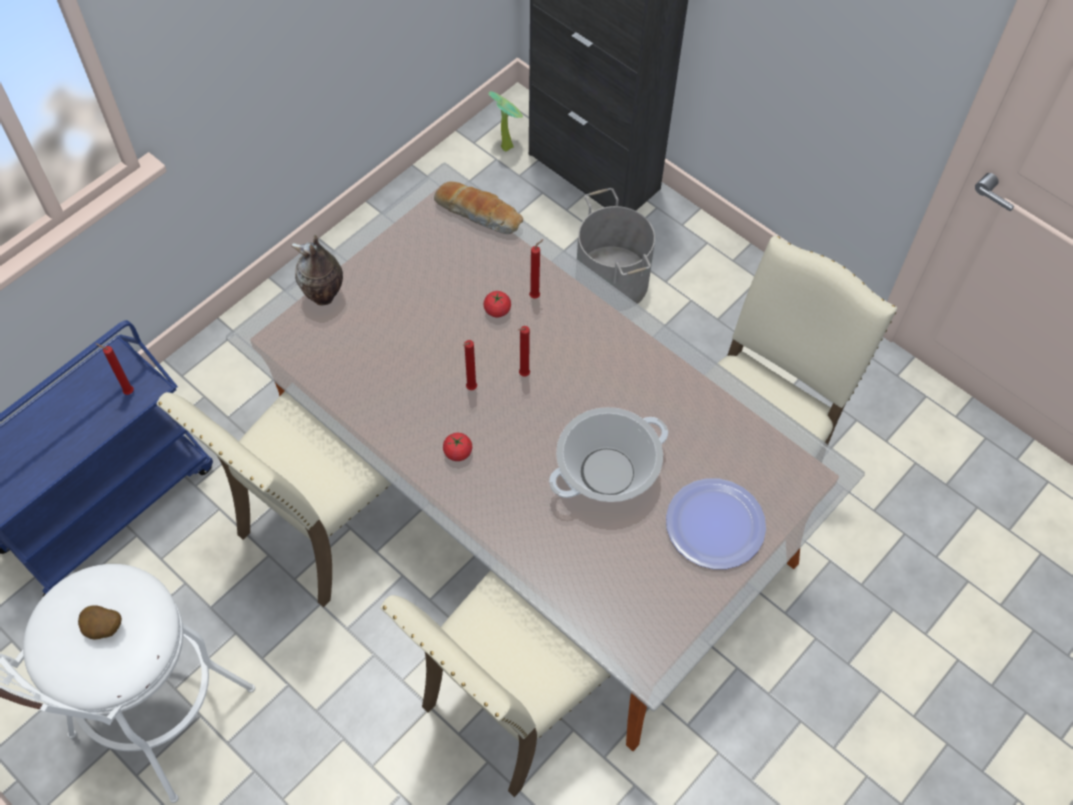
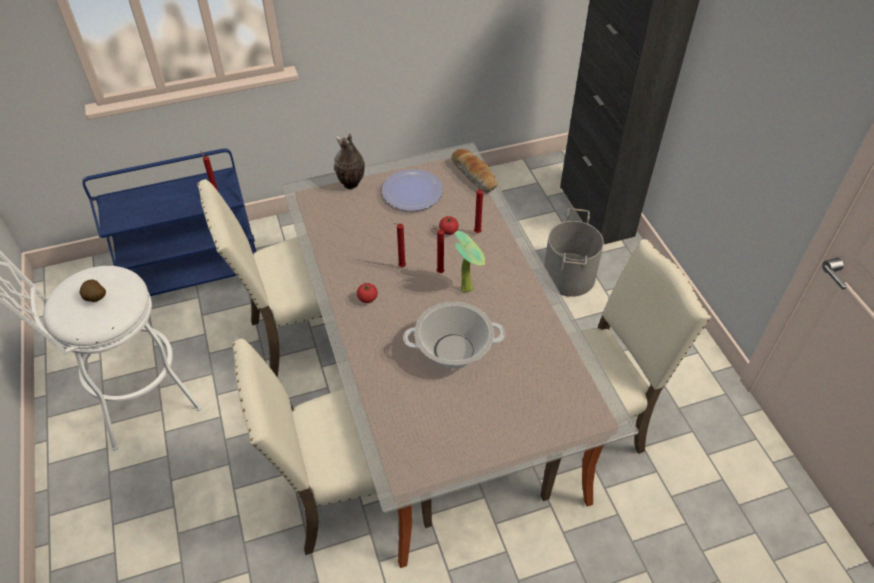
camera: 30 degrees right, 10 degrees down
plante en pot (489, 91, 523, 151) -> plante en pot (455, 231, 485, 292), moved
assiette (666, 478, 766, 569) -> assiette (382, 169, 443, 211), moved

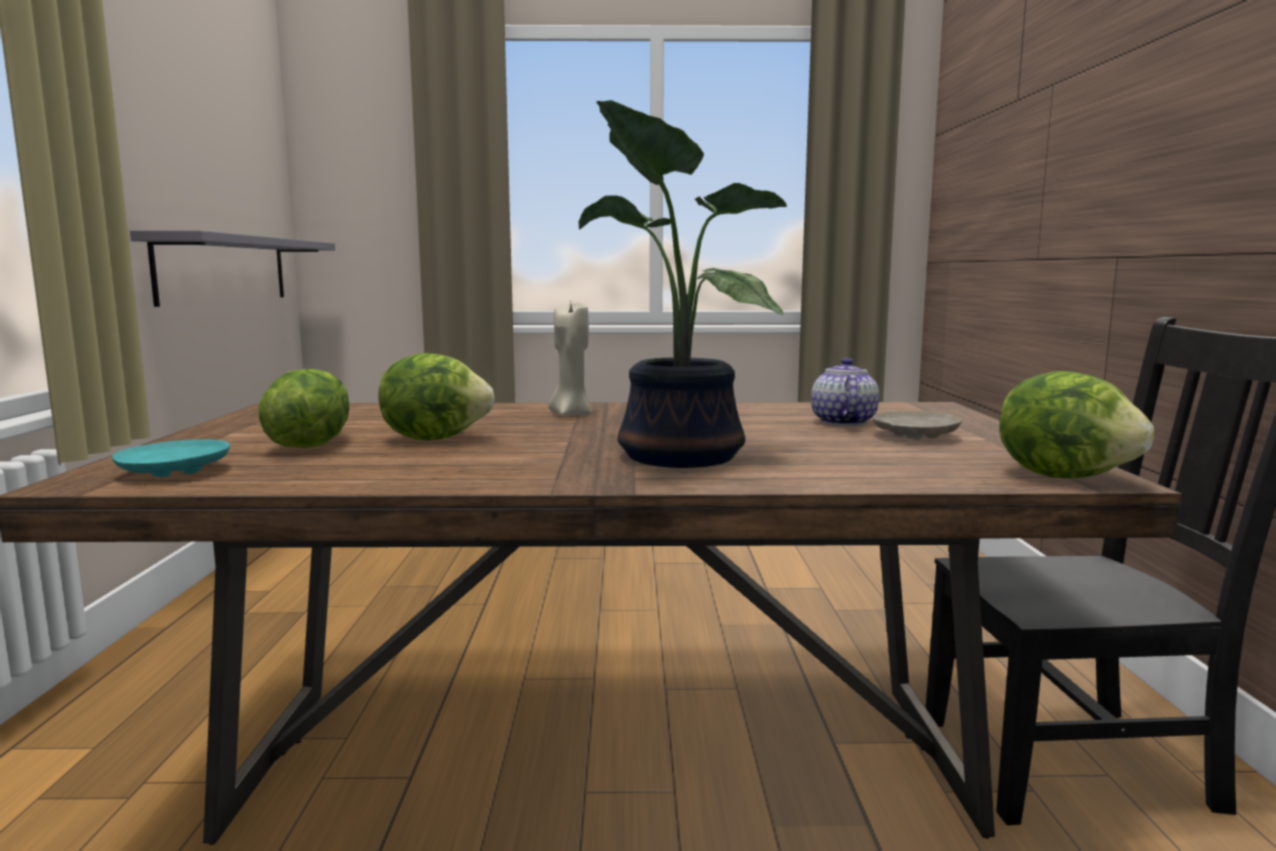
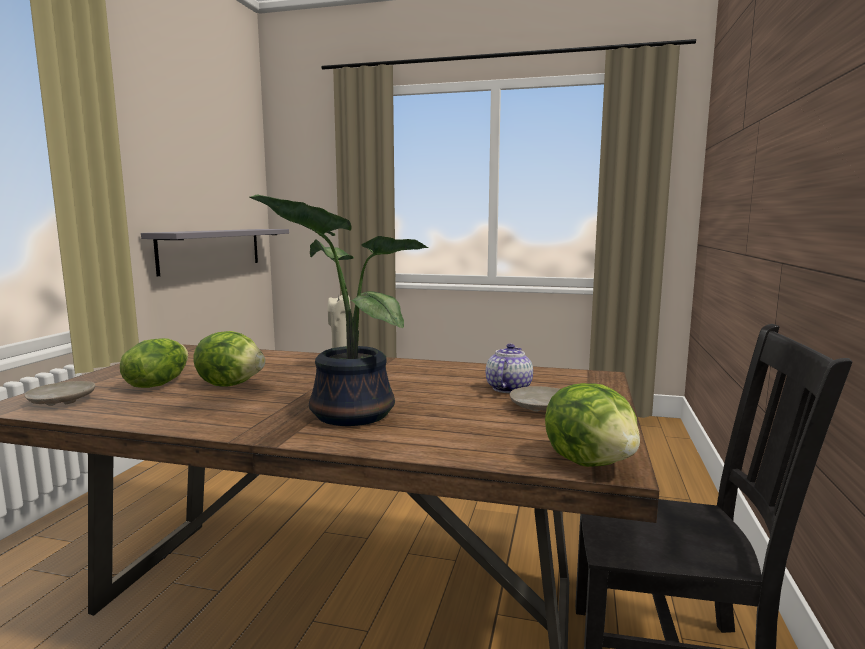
camera: 15 degrees right, 0 degrees up
assiette [turquoise] (112, 440, 230, 477) -> assiette [beige] (24, 381, 96, 406)

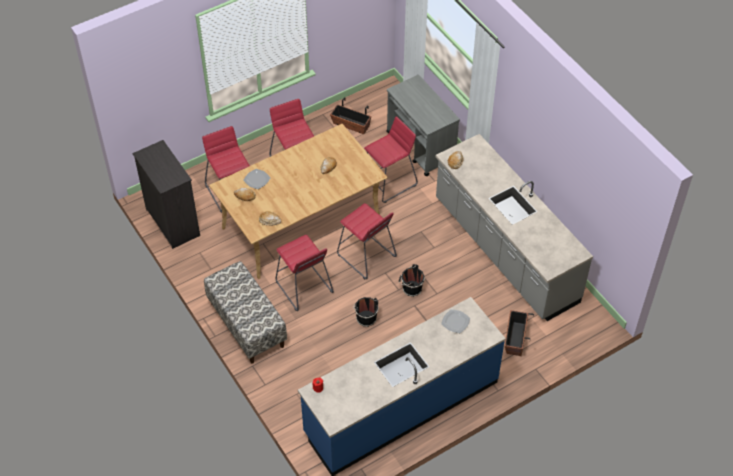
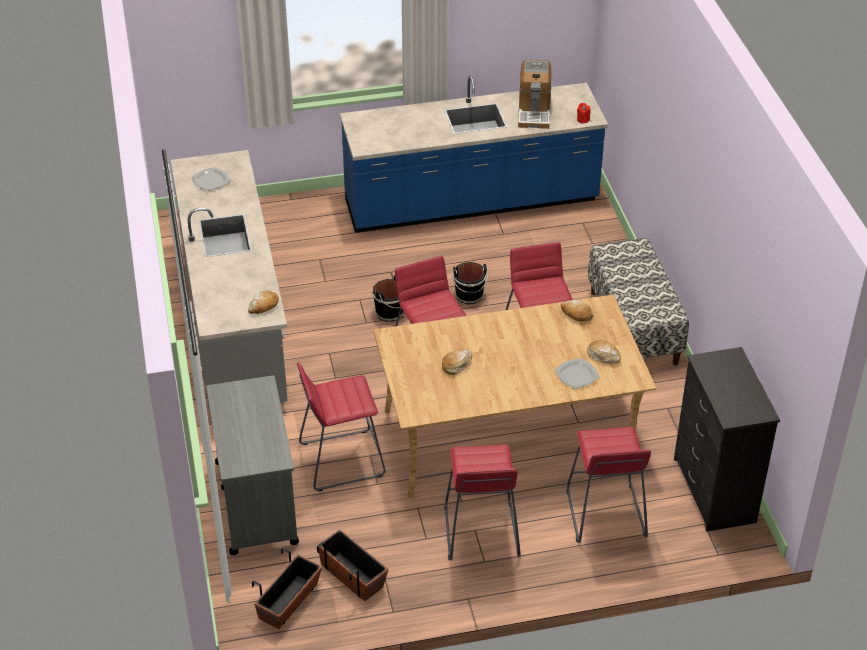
camera: 160 degrees left, 10 degrees down
assiette (441, 309, 470, 333) -> assiette (191, 167, 230, 191), moved
cache-pot (505, 310, 534, 356) -> cache-pot (252, 548, 322, 629), moved
none -> machine à café (518, 60, 552, 129)

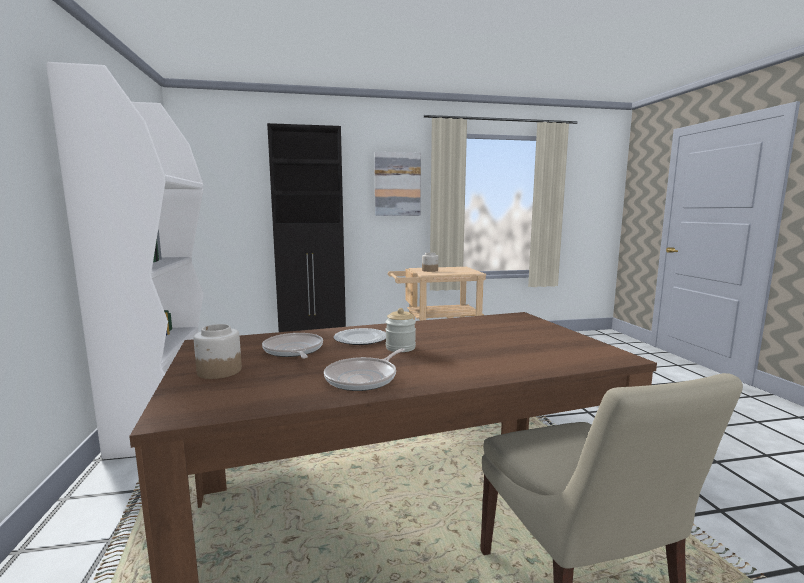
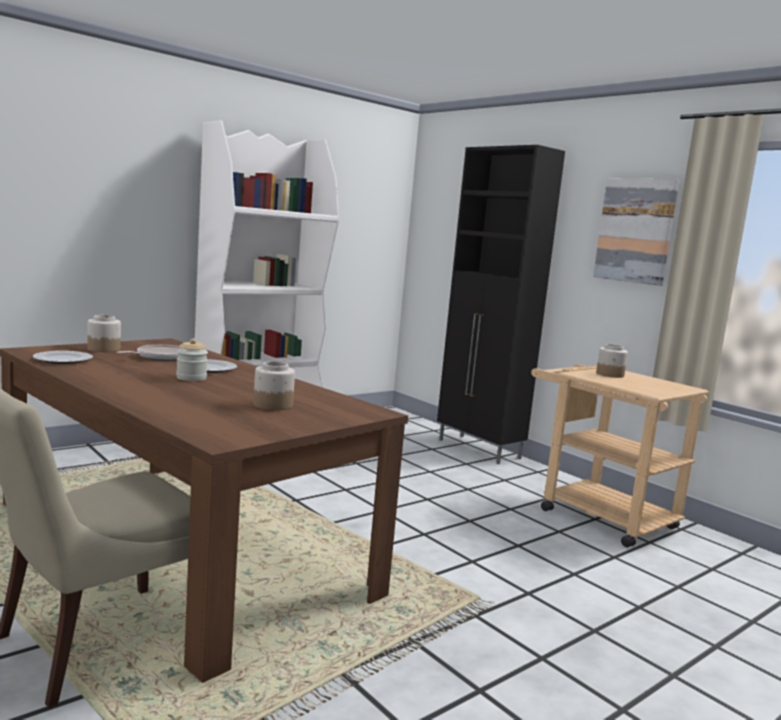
camera: 60 degrees right, 0 degrees up
poêle (324, 348, 405, 391) -> none
none -> assiette (33, 351, 93, 364)
none -> bocal (254, 361, 295, 410)

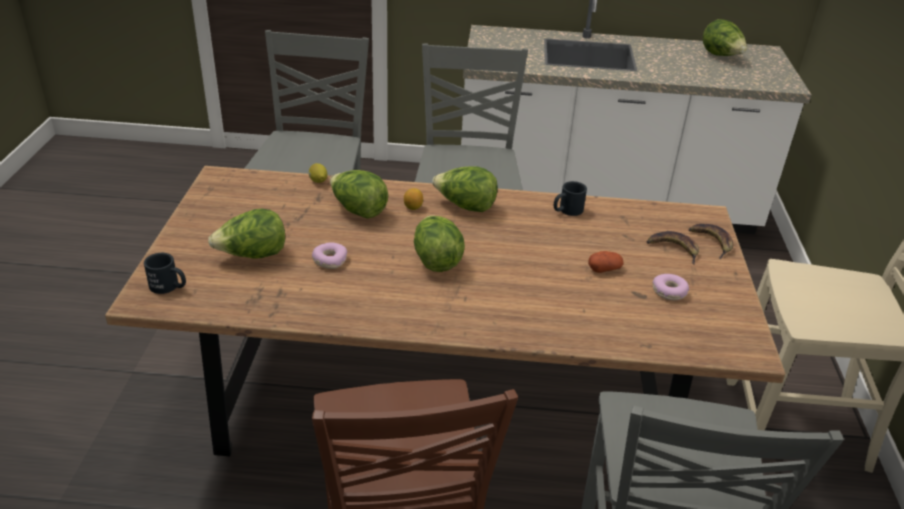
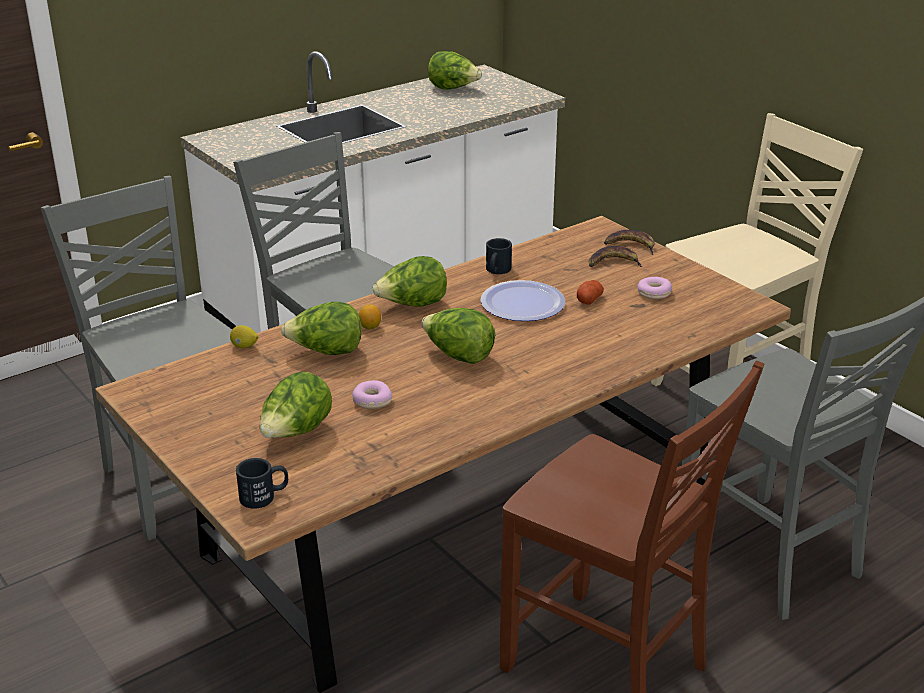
camera: 40 degrees left, 5 degrees down
none -> assiette (480, 280, 565, 321)

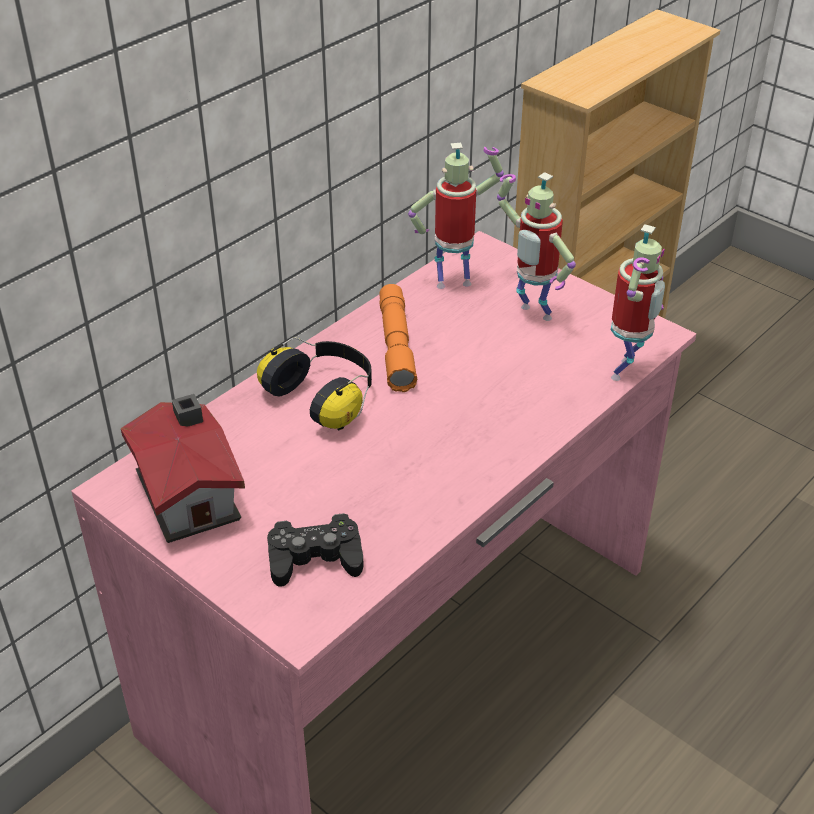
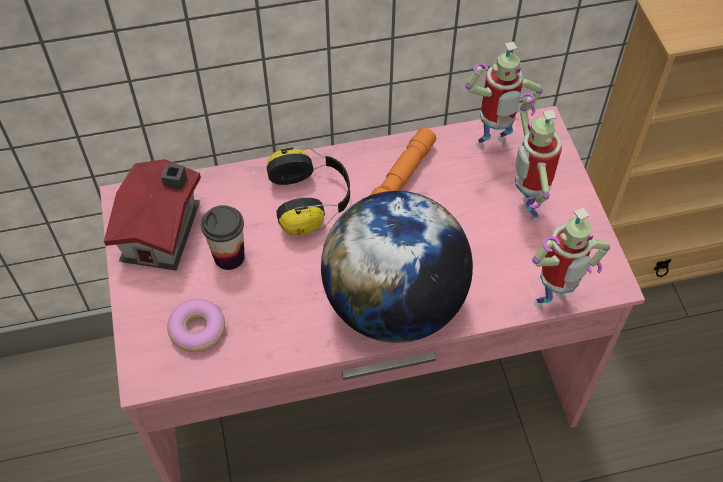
camera: 35 degrees right, 15 degrees up
robot jouet (408, 143, 504, 289) -> robot jouet (465, 42, 543, 148), 135 degrees clockwise
manette [noir] (267, 513, 364, 587) -> beignet (167, 299, 225, 352)
none -> globe (321, 191, 473, 343)
none -> tasse (201, 205, 245, 270)

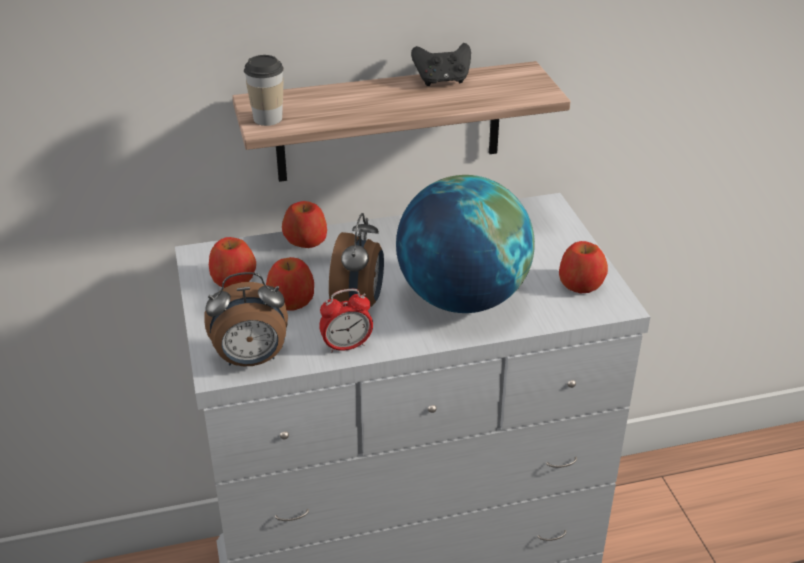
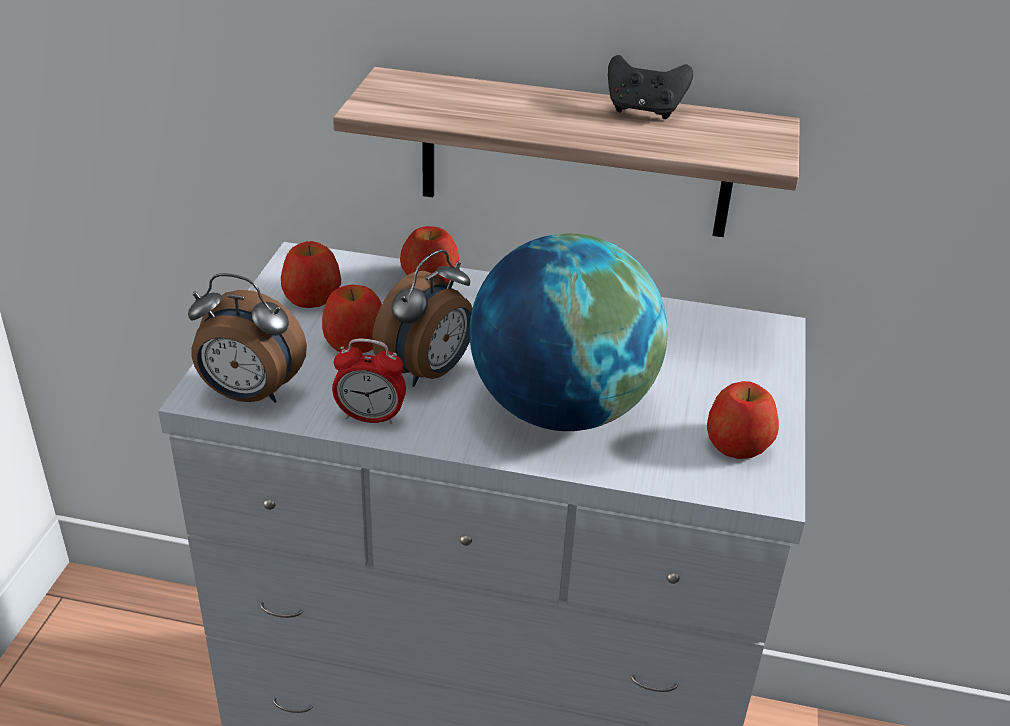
camera: 25 degrees right, 0 degrees up
tasse (244, 55, 284, 126) -> none

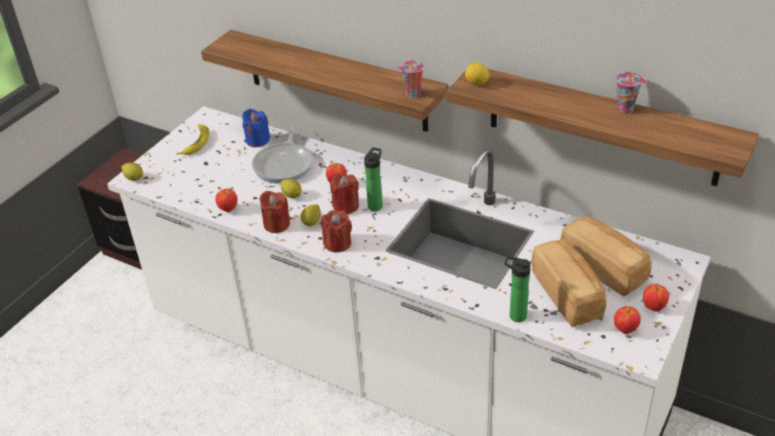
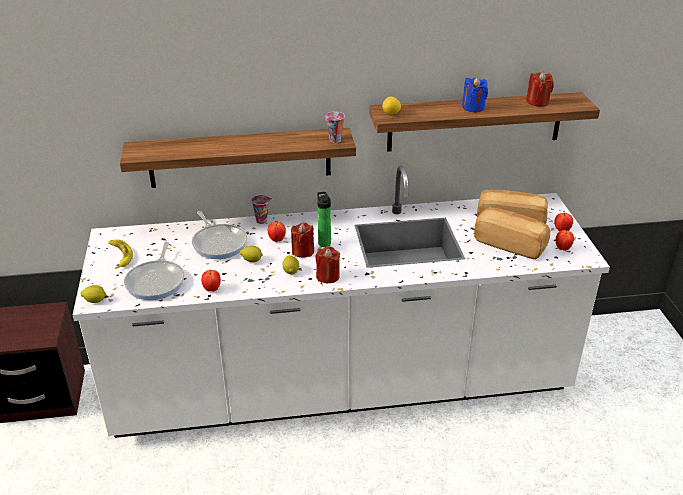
camera: 40 degrees left, 5 degrees down
tasse (616, 72, 647, 114) -> tasse (251, 195, 272, 224), moved
bougie [bleu] (242, 109, 270, 147) -> bougie [bleu] (462, 77, 488, 112), moved
bougie [rouge] (259, 191, 290, 233) -> bougie [rouge] (526, 71, 554, 107), moved
bouteille (505, 256, 531, 322) -> none
none -> poêle (124, 242, 184, 300)

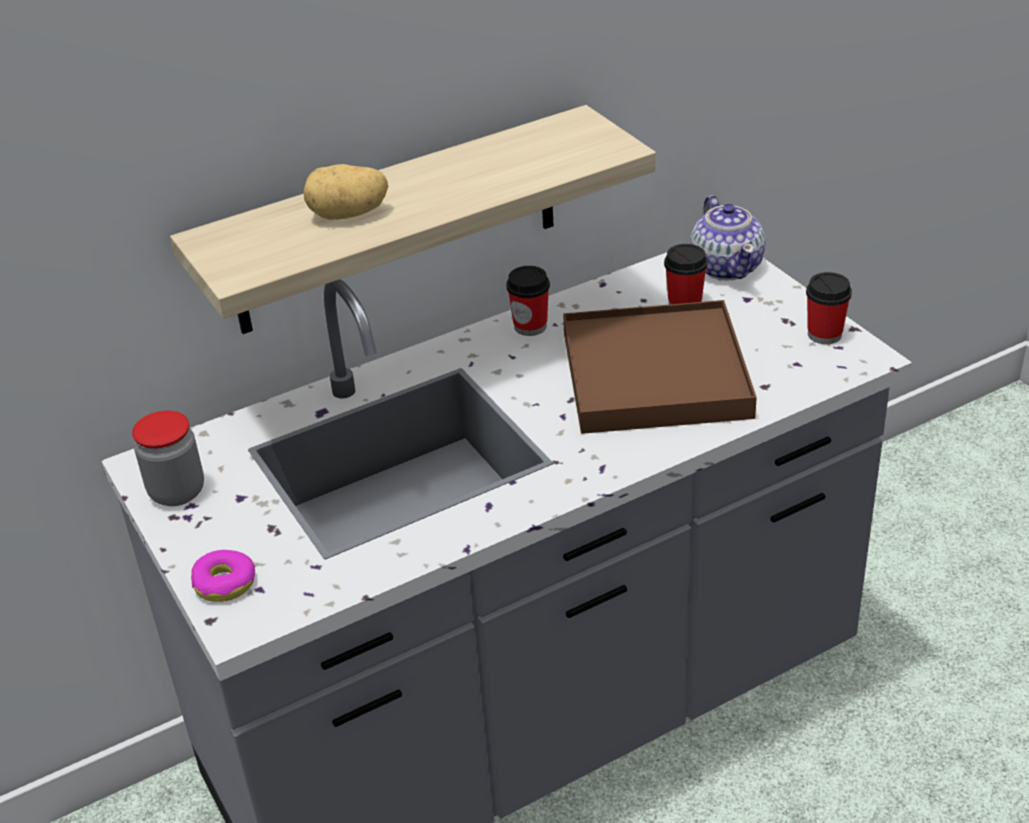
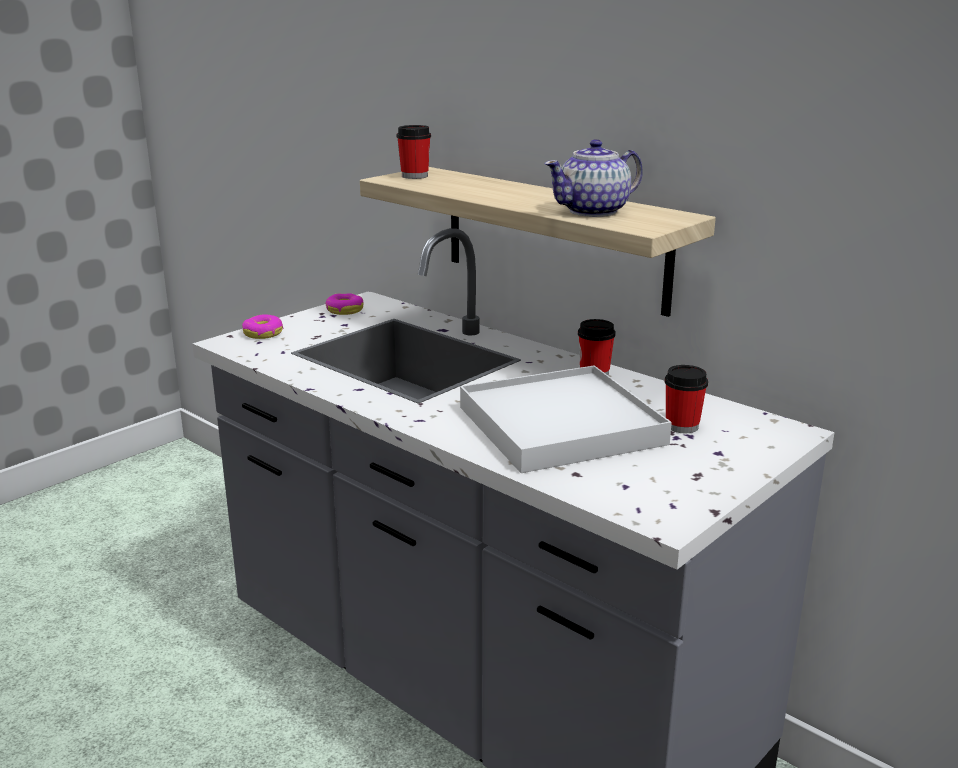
camera: 70 degrees right, 15 degrees down
pomme de terre (304, 164, 388, 220) -> none
théière (690, 195, 766, 281) -> théière (544, 139, 643, 217), moved
tasse (806, 272, 852, 344) -> tasse (396, 125, 431, 179), moved
plateau [marron] (563, 300, 757, 434) -> plateau [blanc] (460, 366, 672, 473)
bocal (132, 411, 204, 506) -> beignet (325, 293, 364, 315)

